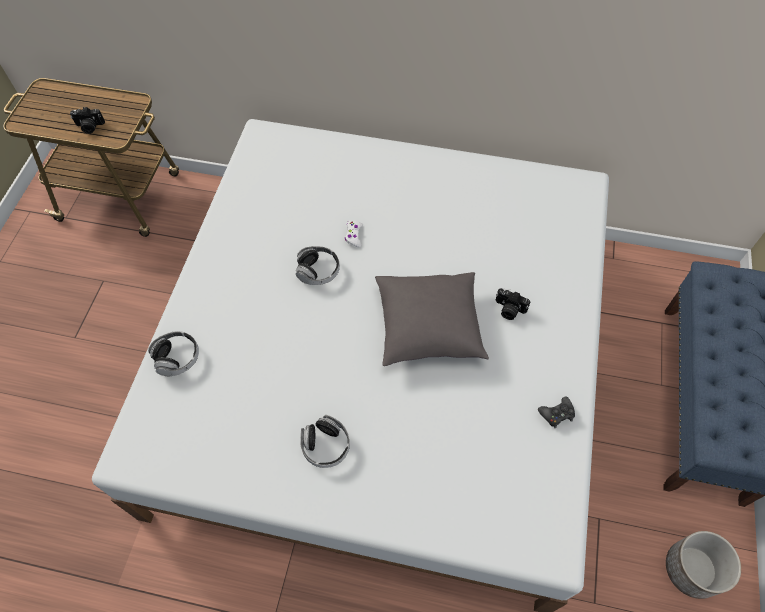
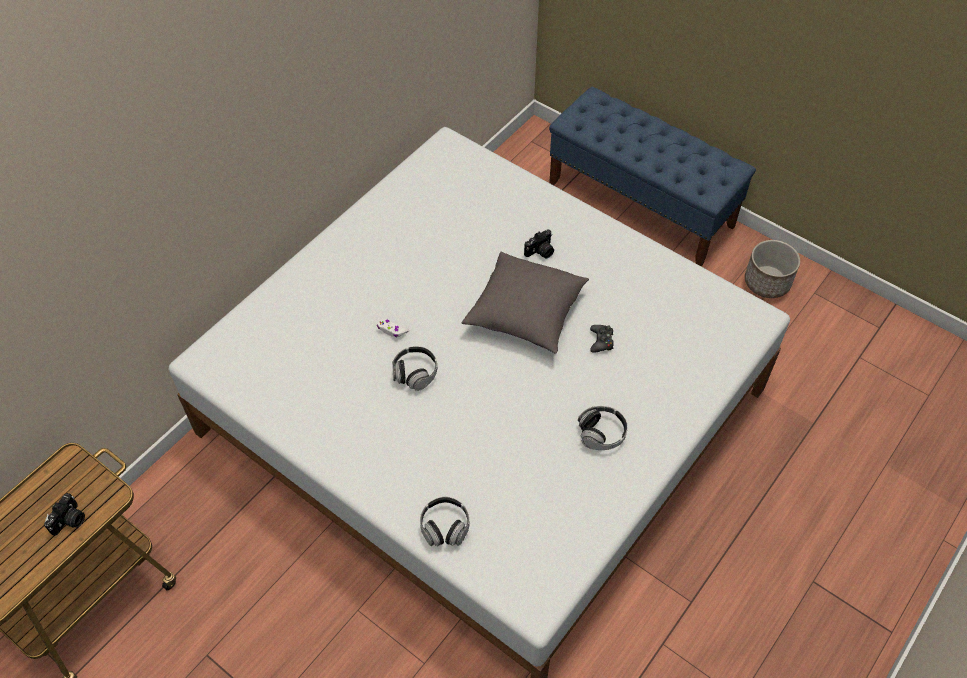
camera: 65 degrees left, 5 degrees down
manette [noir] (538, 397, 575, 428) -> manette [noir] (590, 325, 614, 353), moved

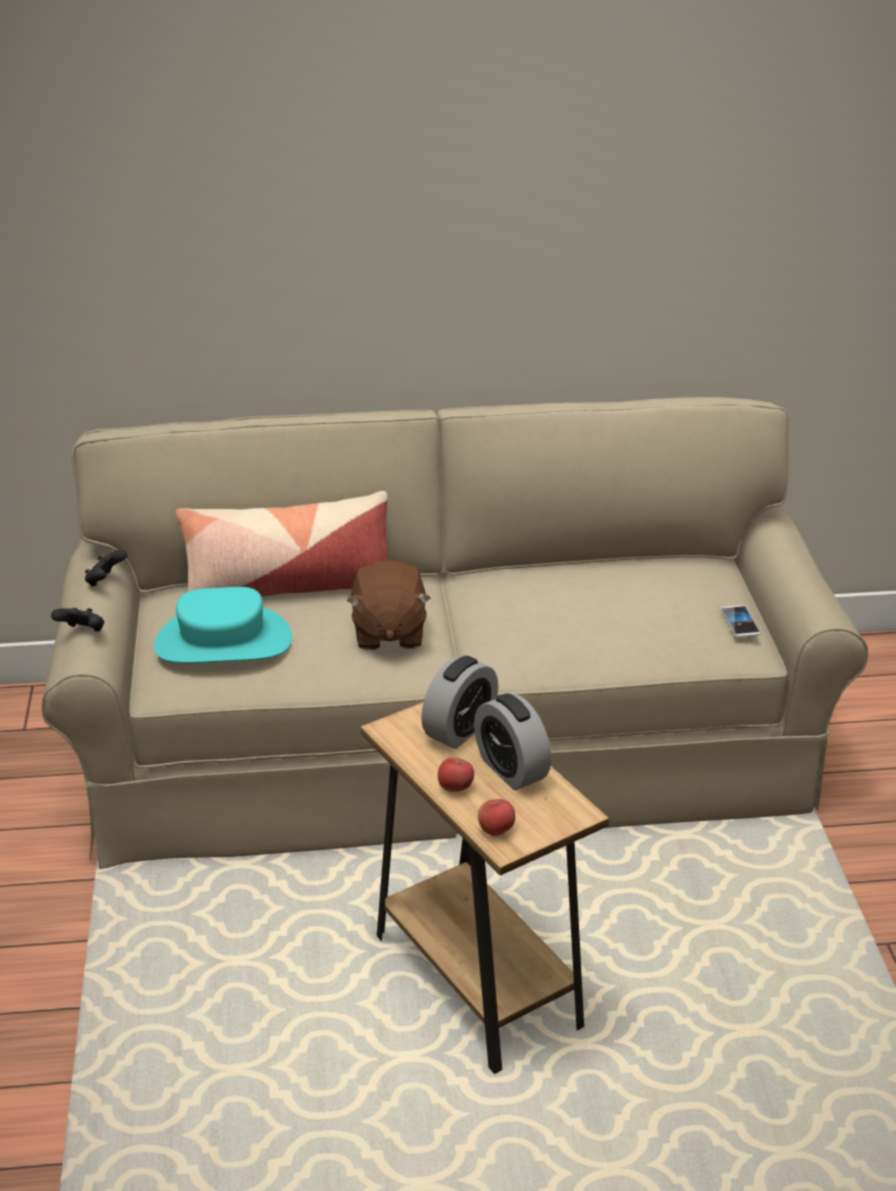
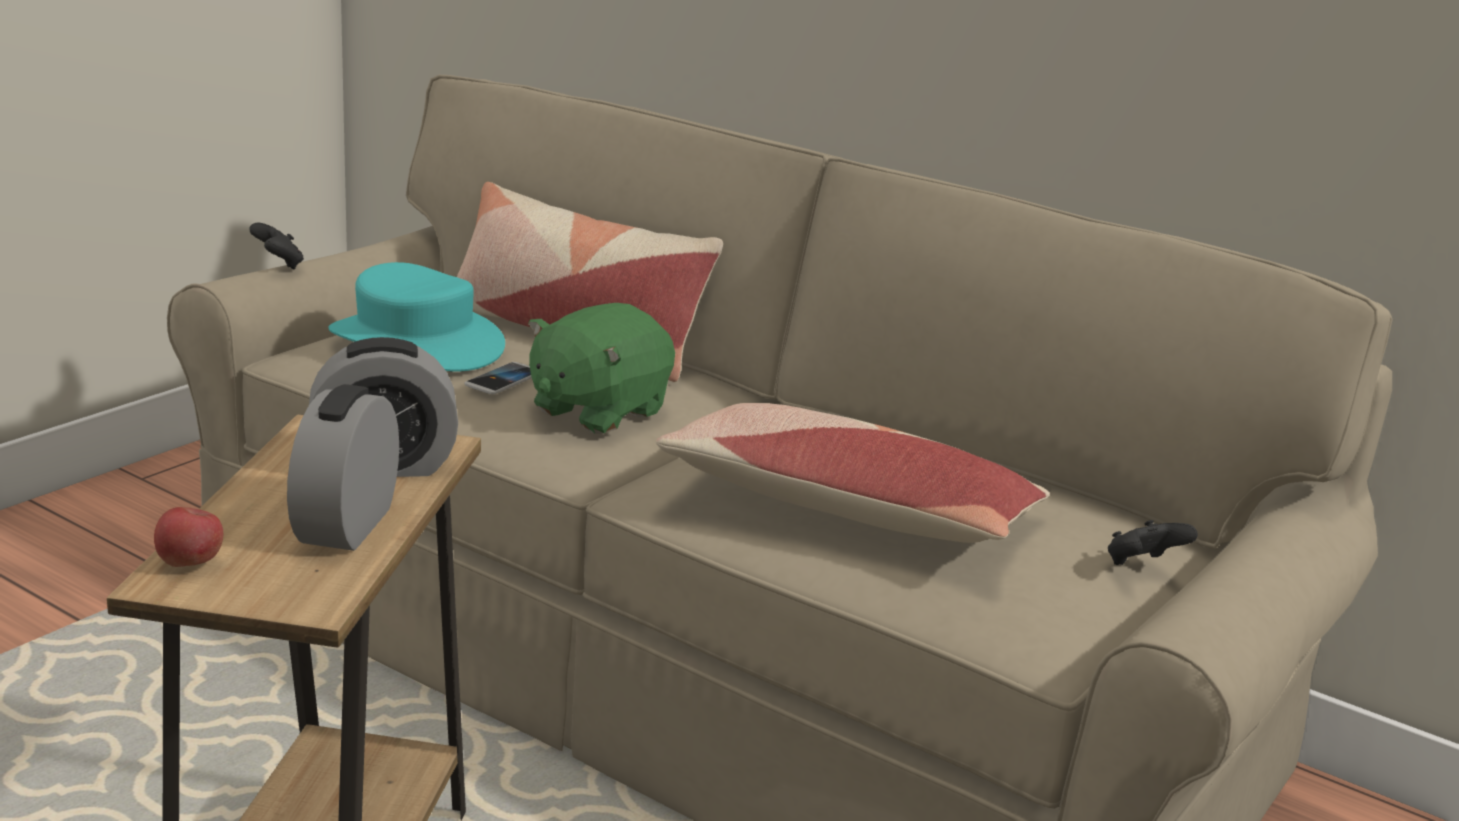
camera: 40 degrees right, 10 degrees down
manette [noir] (85, 550, 127, 587) -> manette [noir] (1108, 520, 1198, 565), moved
peluche [marron] (347, 560, 431, 650) -> peluche [vert] (528, 303, 675, 434)
téléphone (721, 605, 761, 637) -> téléphone (464, 362, 532, 394), moved
pomme (438, 758, 474, 792) -> none
none -> coussin (656, 403, 1050, 543)

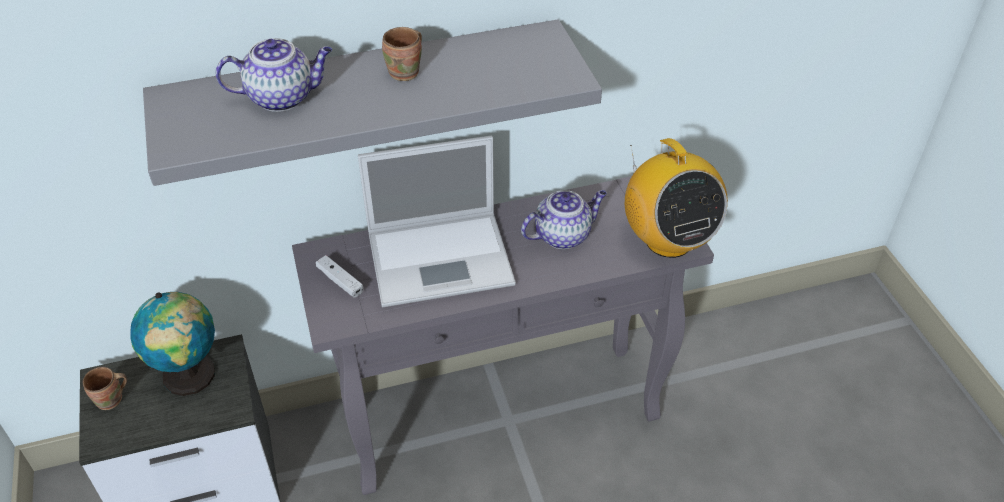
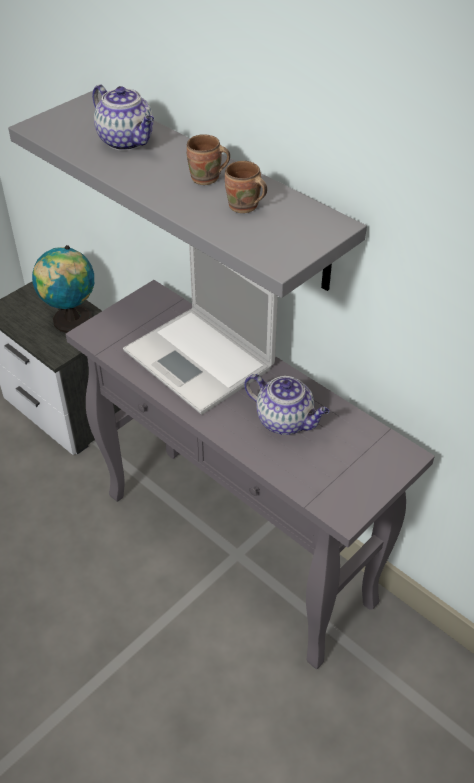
camera: 60 degrees right, 0 degrees up
radio (625, 138, 728, 258) -> none
manette [blanc] (316, 255, 363, 298) -> none
mug [marron] (83, 367, 127, 410) -> mug [marron] (225, 161, 267, 213), moved

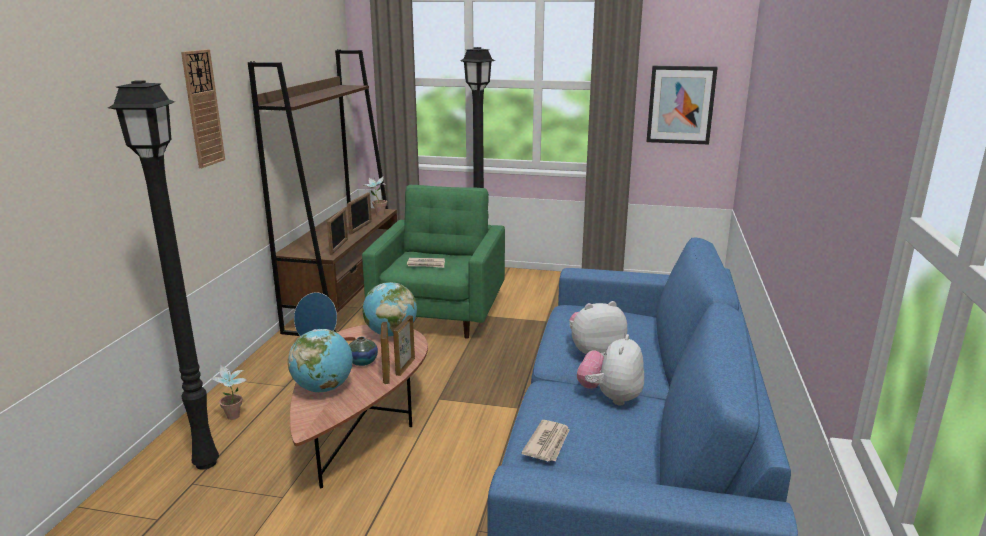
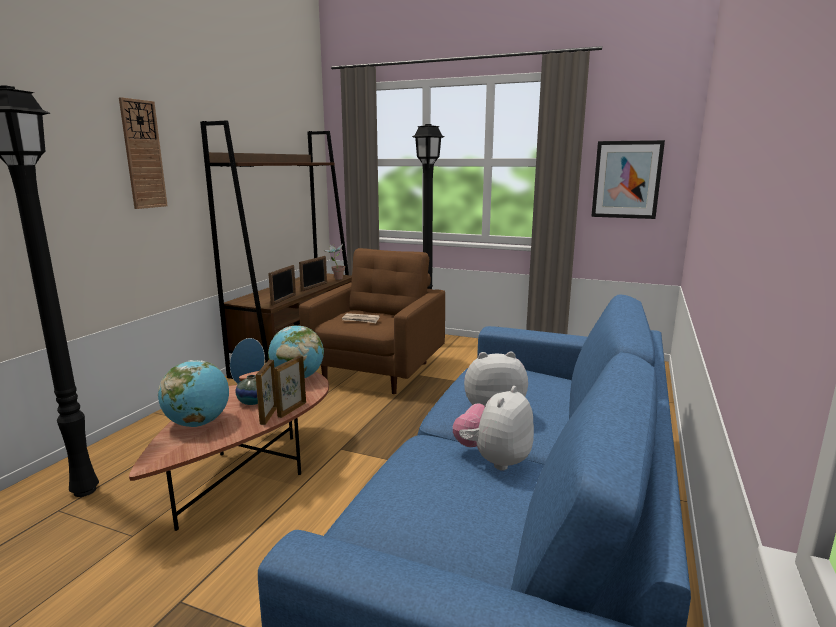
camera: 10 degrees right, 5 degrees down
fauteuil [vert] (362, 185, 505, 339) -> fauteuil [marron] (299, 248, 445, 394)
plante en pot (211, 365, 246, 420) -> none
journal (521, 420, 570, 461) -> none

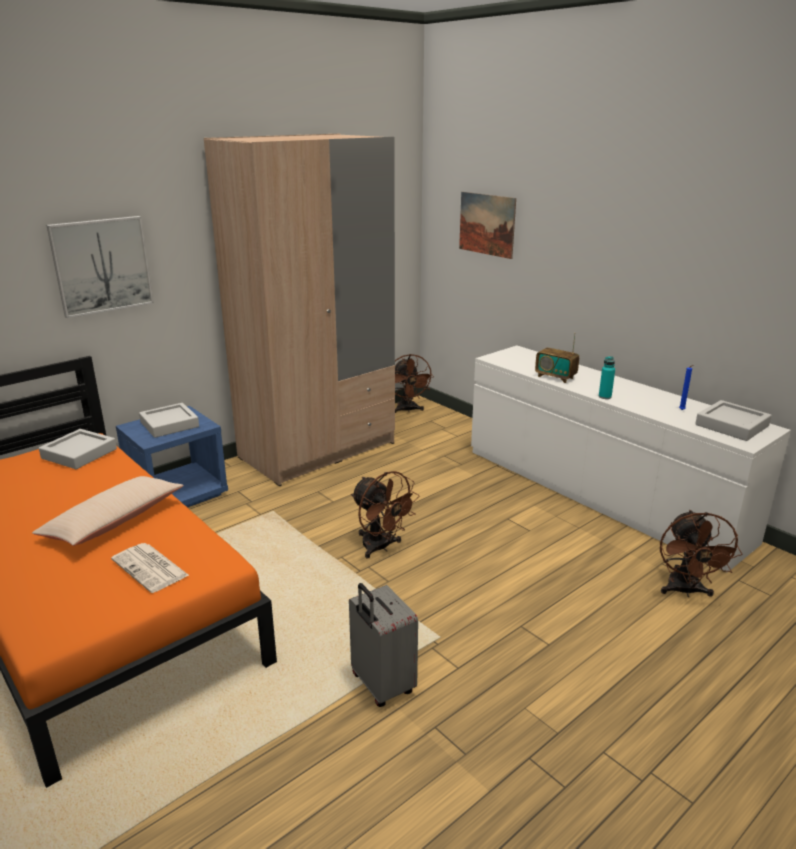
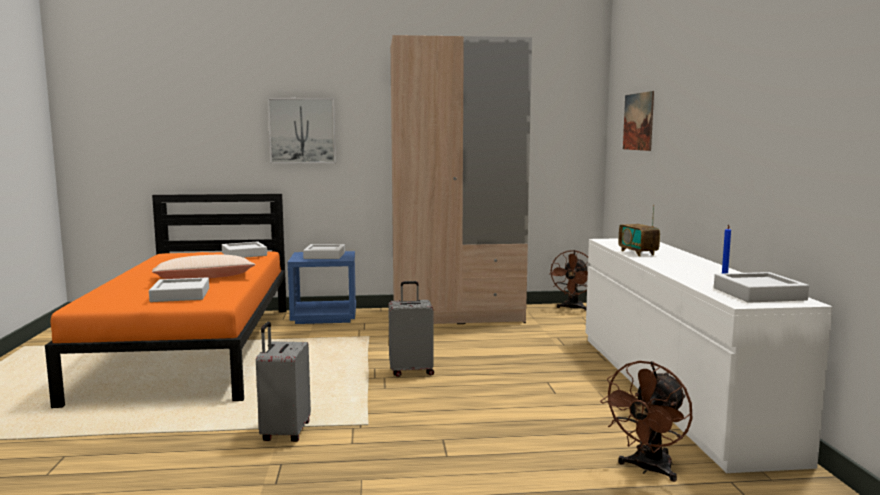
camera: 35 degrees right, 15 degrees down
bouteille [turquoise] (599, 356, 615, 399) -> none
ventilateur [marron] (351, 471, 419, 559) -> valise [gris] (388, 281, 434, 377)
journal (111, 543, 189, 593) -> plateau [gris] (149, 277, 209, 302)

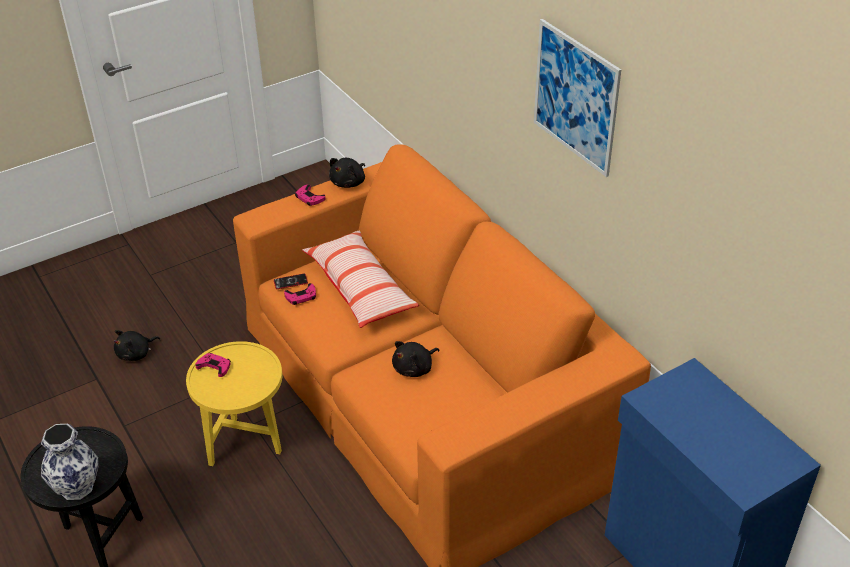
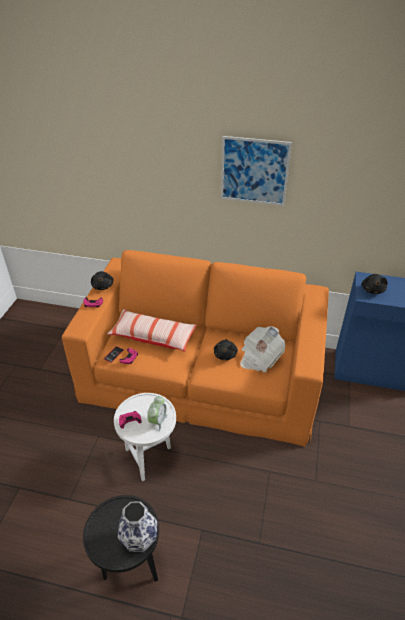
camera: 45 degrees left, 0 degrees up
peluche [noir] (114, 330, 160, 361) -> peluche [noir] (361, 274, 388, 294), moved
table d'appoint [jaune] (186, 341, 283, 466) -> table d'appoint [blanc] (114, 393, 176, 481)
none -> journal (240, 326, 286, 372)
none -> réveil (147, 396, 167, 431)

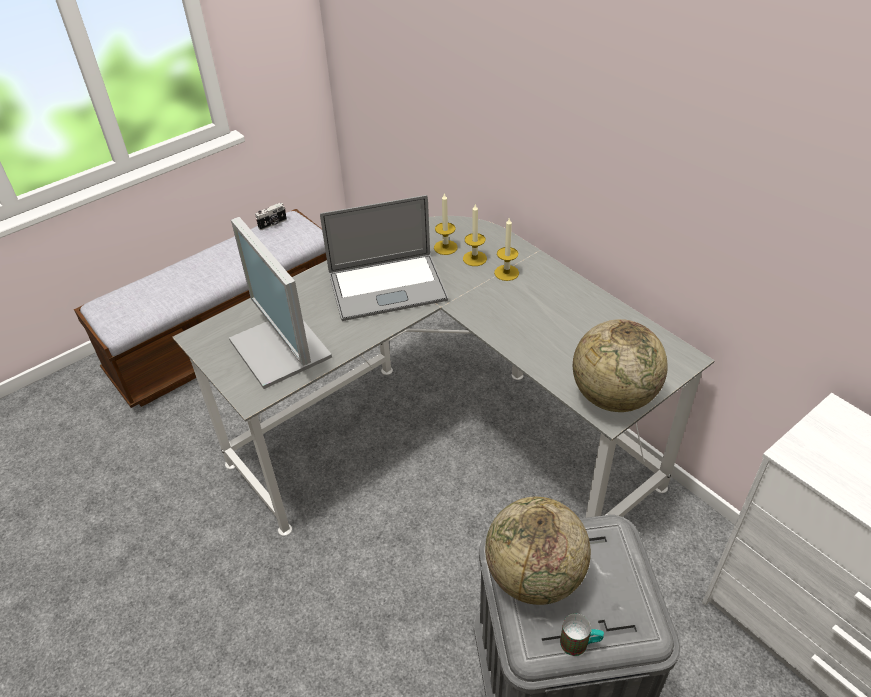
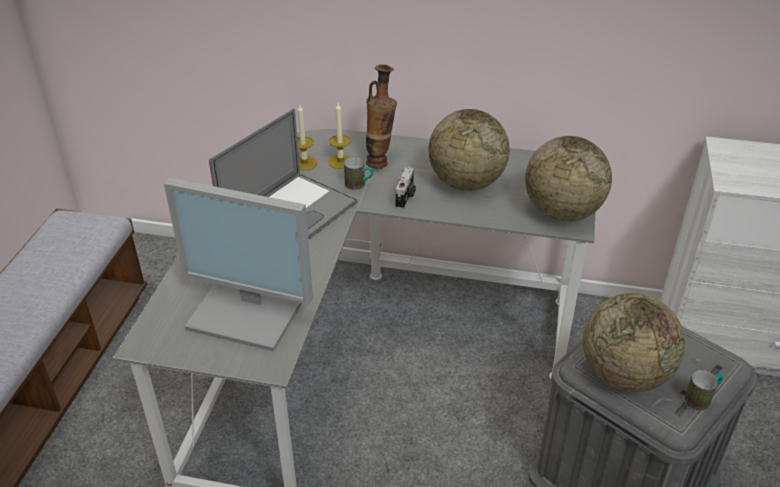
camera: 40 degrees left, 5 degrees down
appareil photo (255, 203, 287, 230) -> appareil photo (396, 167, 416, 210), moved
bougie (494, 218, 519, 281) -> vase (366, 64, 397, 168)
none -> globe (428, 109, 510, 191)
none -> mug (344, 157, 373, 190)

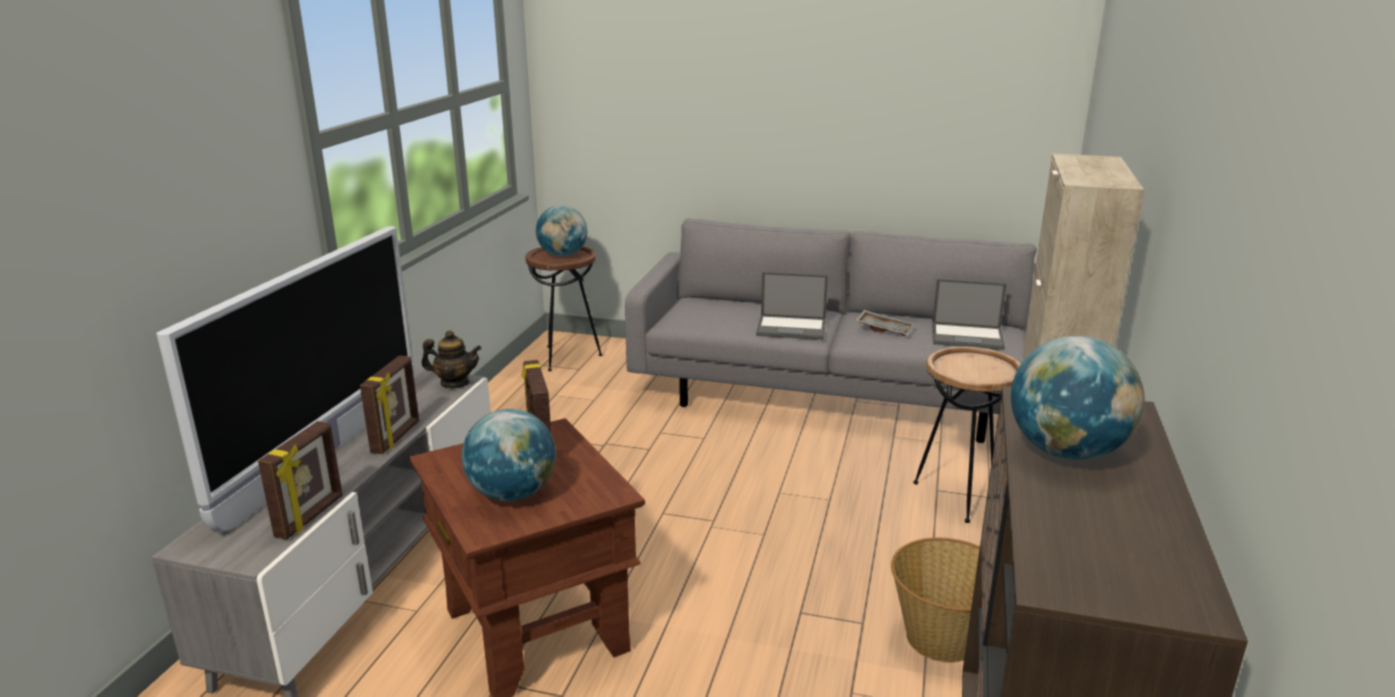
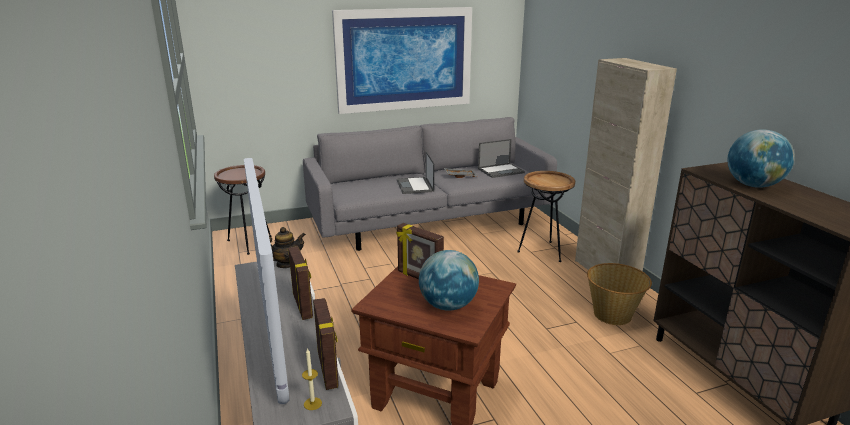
camera: 35 degrees left, 0 degrees up
globe (536, 205, 587, 257) -> none
ordinateur portable (756, 272, 828, 340) -> ordinateur portable (397, 151, 434, 194), 105 degrees clockwise
none -> tableau (332, 7, 472, 114)
none -> bougie (302, 348, 322, 410)

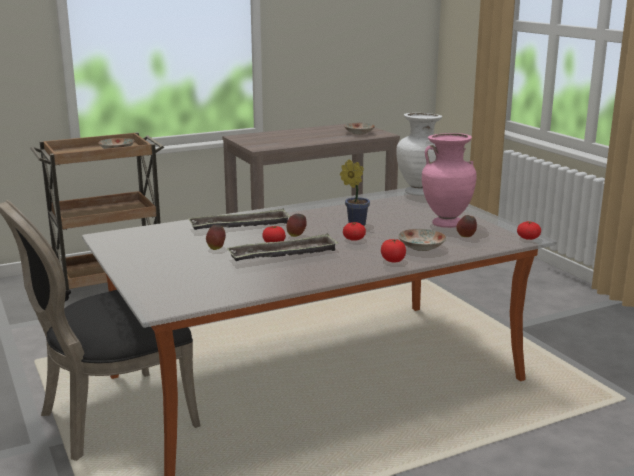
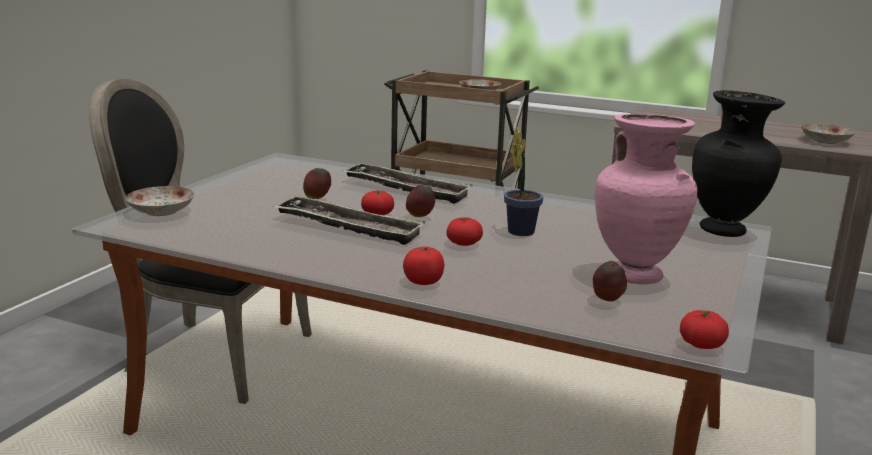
camera: 50 degrees right, 0 degrees up
vase [blanc] (396, 113, 442, 196) -> vase [noir] (692, 90, 785, 237)
assiette (398, 229, 446, 251) -> assiette (125, 186, 195, 216), moved

